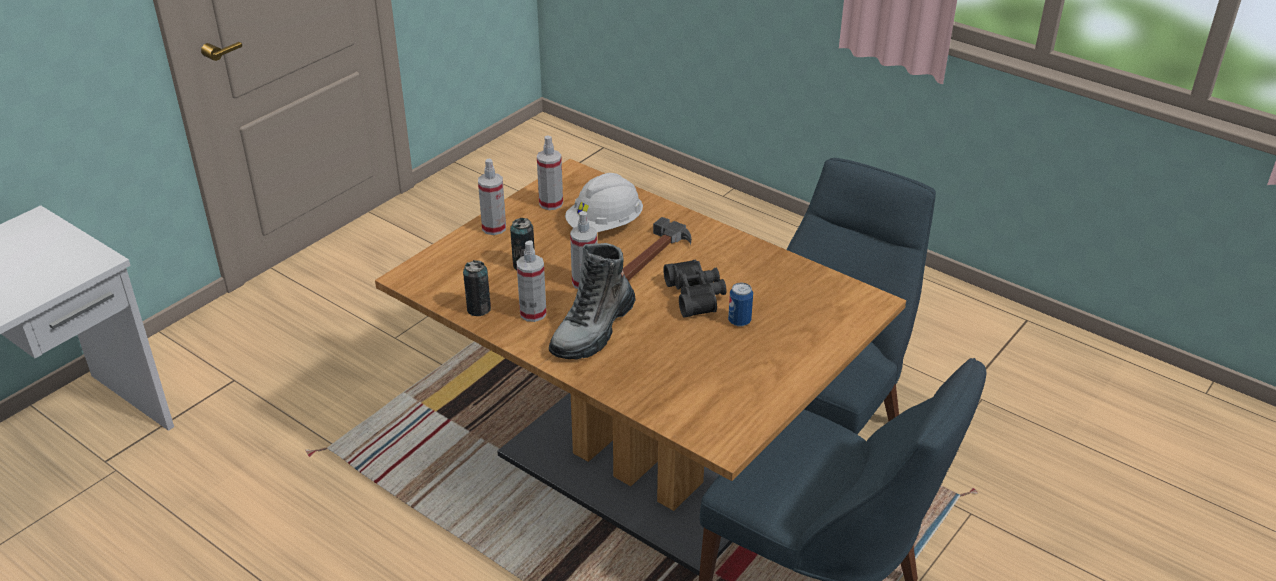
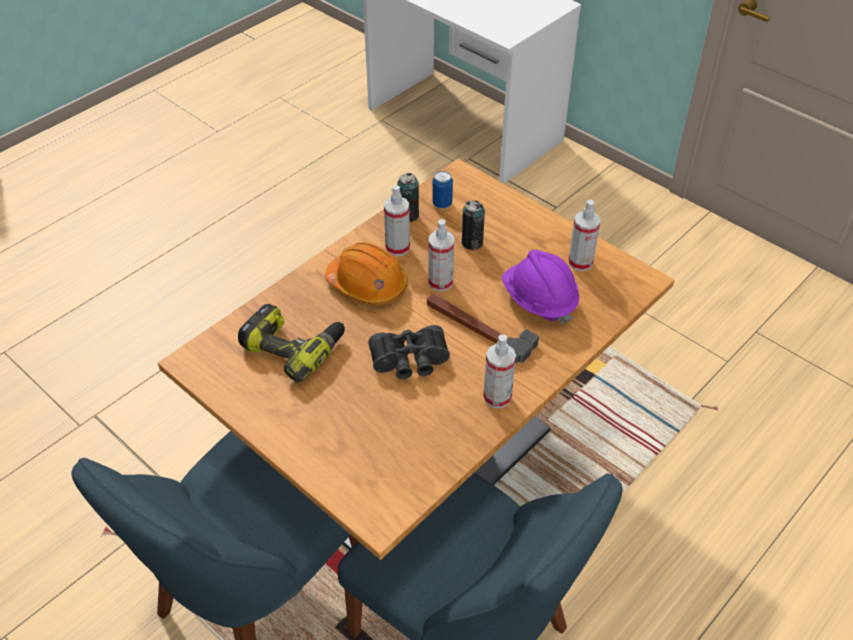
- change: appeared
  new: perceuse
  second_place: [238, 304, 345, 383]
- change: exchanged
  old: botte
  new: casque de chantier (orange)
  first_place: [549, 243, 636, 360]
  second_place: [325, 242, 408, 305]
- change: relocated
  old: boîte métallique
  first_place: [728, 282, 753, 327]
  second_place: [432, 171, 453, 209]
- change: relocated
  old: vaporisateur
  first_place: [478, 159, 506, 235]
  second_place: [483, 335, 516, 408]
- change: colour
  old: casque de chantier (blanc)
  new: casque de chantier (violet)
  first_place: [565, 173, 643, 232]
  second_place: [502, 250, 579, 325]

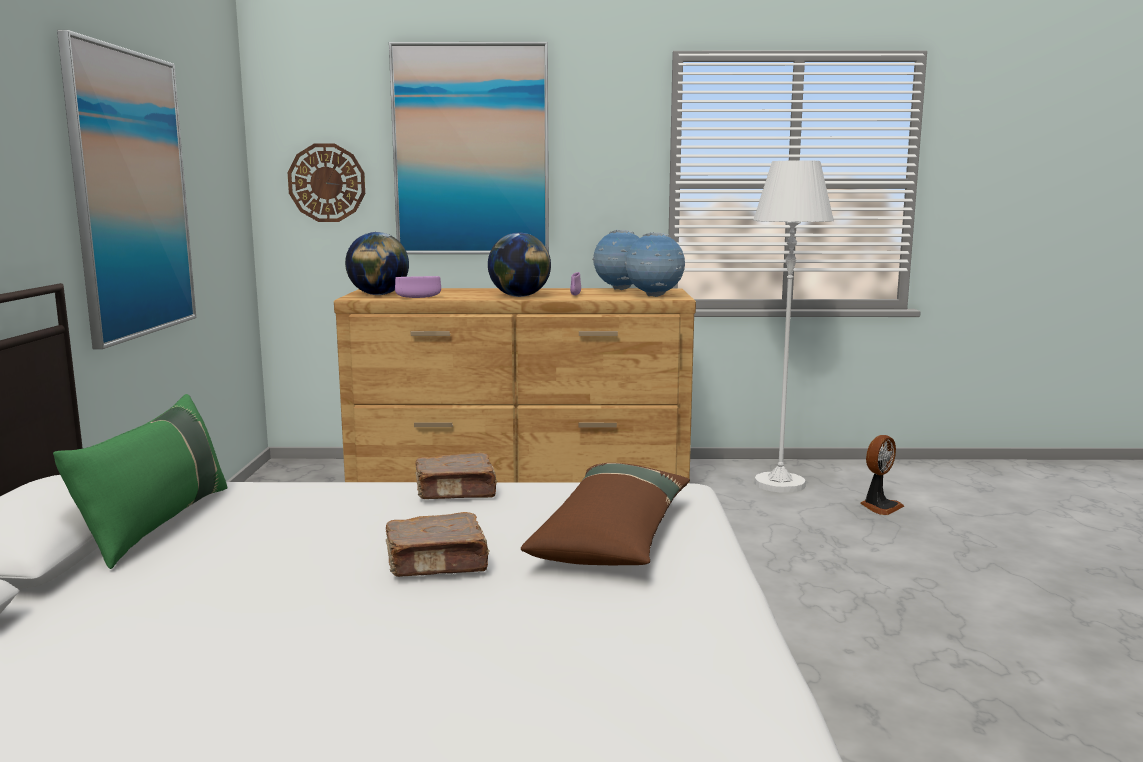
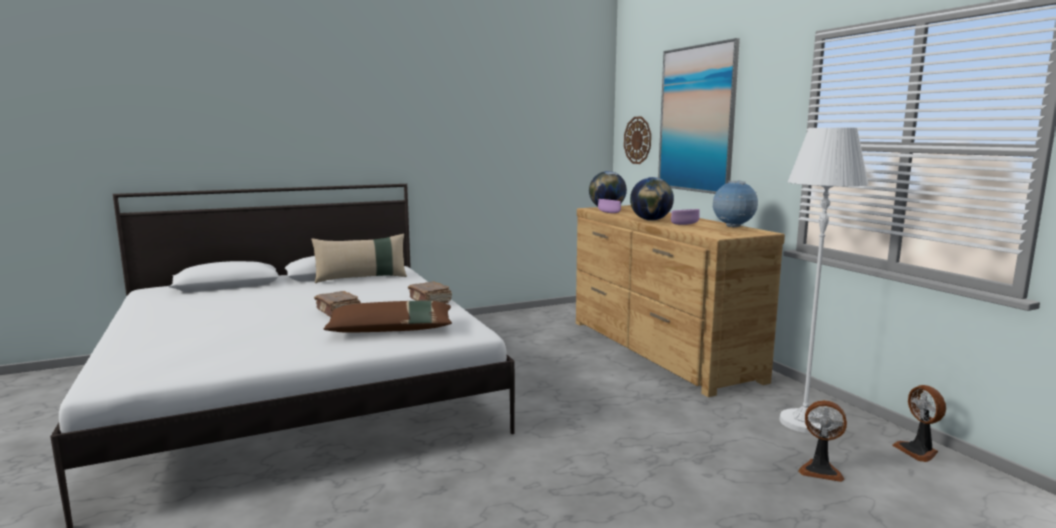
- change: colour
  old: coussin (vert)
  new: coussin (beige)
  first_place: [53, 394, 228, 569]
  second_place: [311, 234, 407, 283]
- change: appeared
  new: ventilateur
  second_place: [892, 385, 946, 462]
- change: missing
  old: tableau
  first_place: [57, 30, 196, 349]
- change: missing
  old: globe
  first_place: [624, 232, 685, 297]

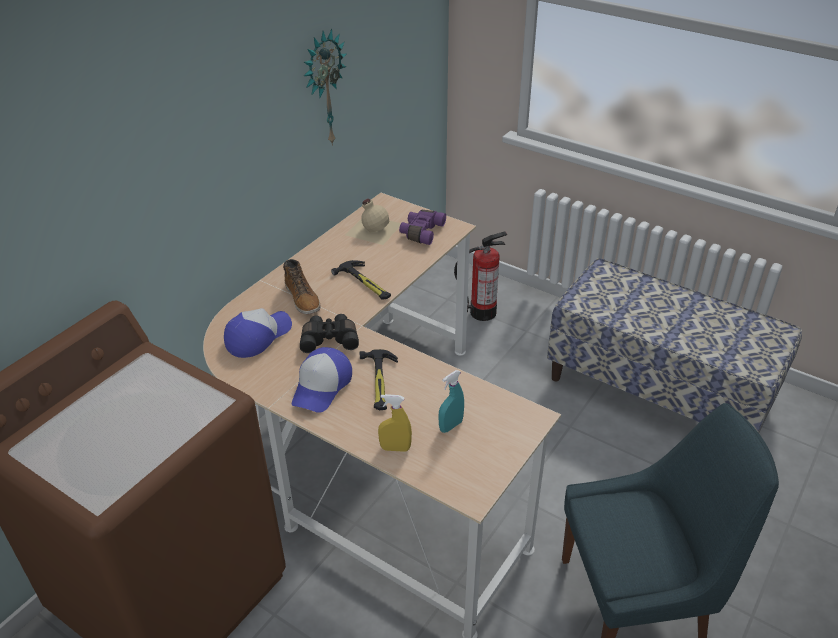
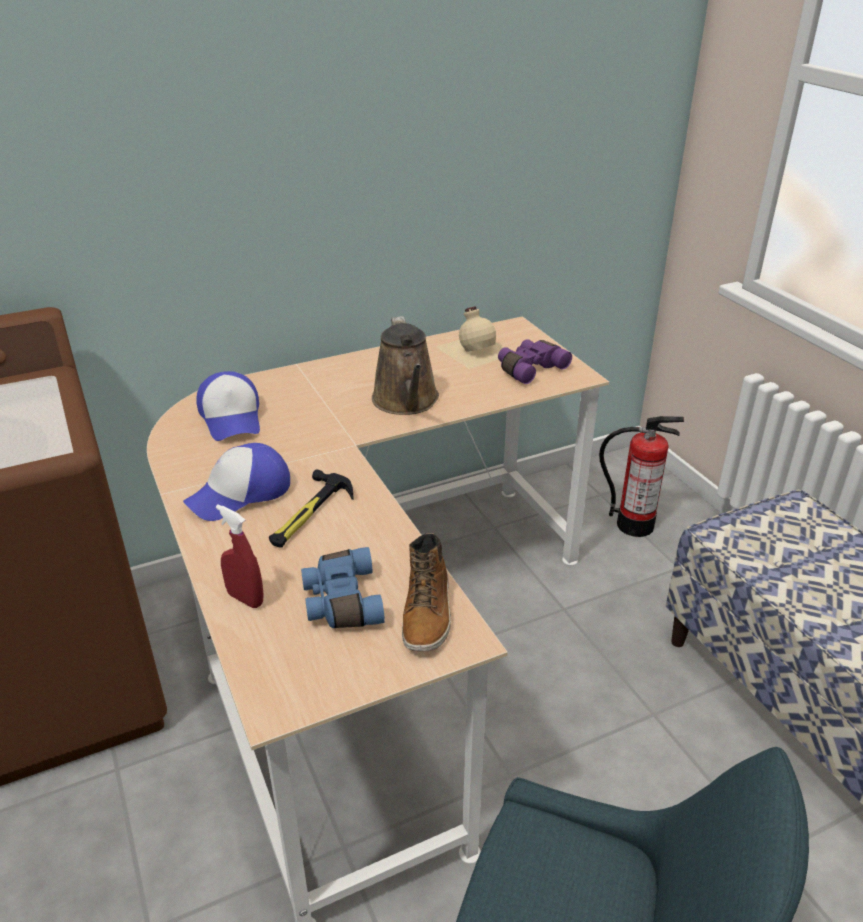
- change: spun
  old: casquette
  first_place: [224, 308, 292, 358]
  second_place: [196, 371, 260, 441]
  degrees: 90
- change: colour
  old: vaporisateur (jaune)
  new: vaporisateur (rouge)
  first_place: [378, 394, 412, 452]
  second_place: [216, 504, 264, 608]
- change: exchanged
  old: vaporisateur (turquoise)
  new: jumelles (bleu)
  first_place: [438, 370, 464, 433]
  second_place: [301, 547, 385, 628]
- change: exchanged
  old: marteau
  new: arrosoir (marron)
  first_place: [331, 260, 391, 299]
  second_place: [372, 316, 439, 415]
- change: relocated
  old: botte
  first_place: [283, 259, 320, 314]
  second_place: [402, 533, 451, 651]
- change: missing
  old: jumelles (noir)
  first_place: [300, 314, 359, 353]
- change: missing
  old: horloge murale
  first_place: [304, 29, 346, 146]

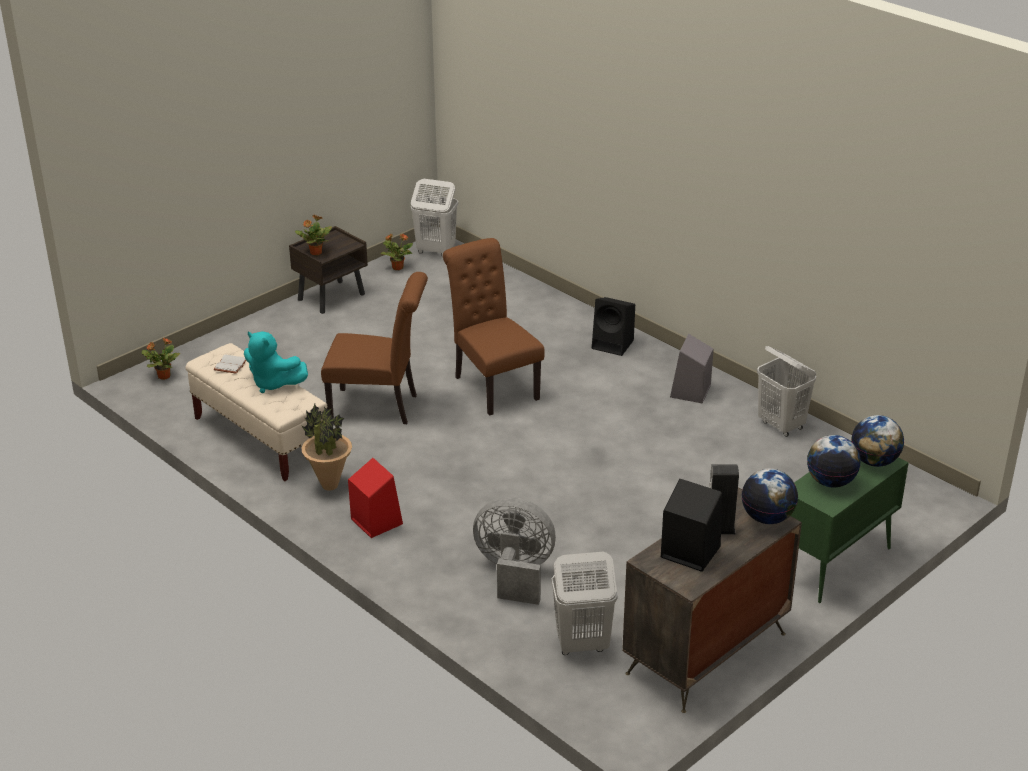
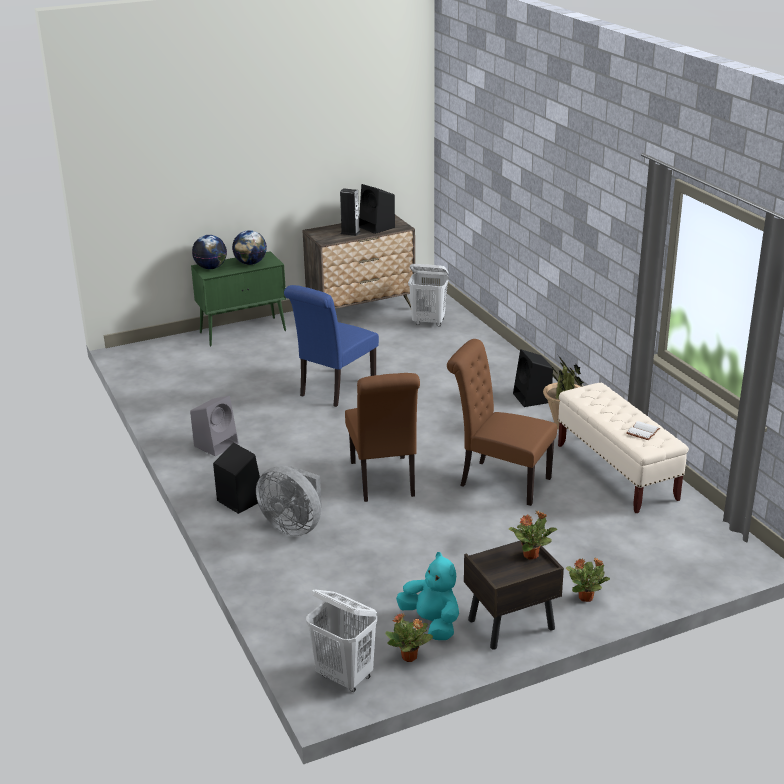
- change: relocated
  old: ventilateur (gris)
  first_place: [473, 497, 556, 605]
  second_place: [256, 466, 322, 536]
- change: appeared
  new: chaise (bleu)
  second_place: [284, 285, 379, 407]
- change: relocated
  old: peluche (turquoise)
  first_place: [244, 331, 308, 393]
  second_place: [396, 552, 459, 640]
- change: colour
  old: enceinte (rouge)
  new: enceinte (noir)
  first_place: [348, 458, 403, 538]
  second_place: [513, 349, 553, 407]
- change: relocated
  old: plante en pot
  first_place: [142, 338, 180, 380]
  second_place: [566, 557, 610, 602]
- change: missing
  old: globe
  first_place: [741, 469, 798, 524]
- change: missing
  old: panier à linge (blanc)
  first_place: [757, 346, 817, 437]

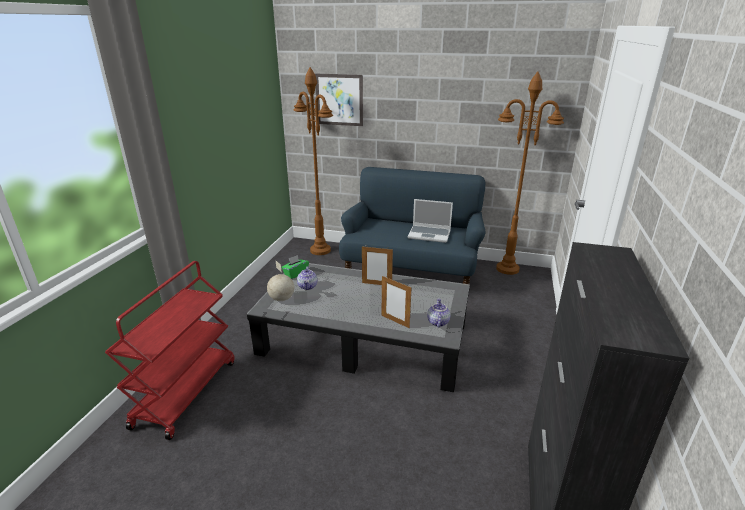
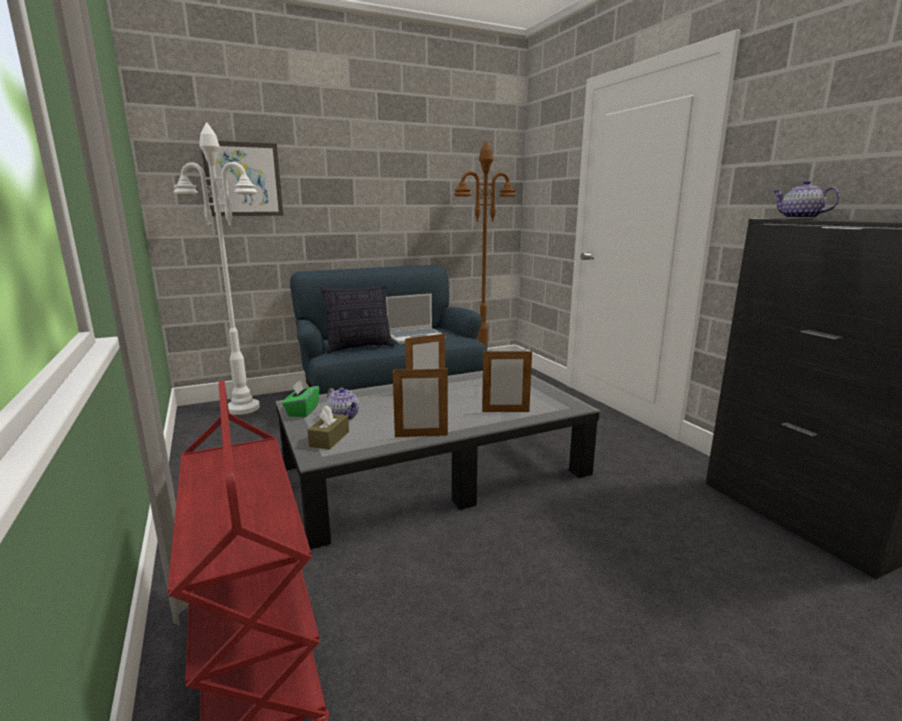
- change: colour
  old: lampadaire (marron)
  new: lampadaire (blanc)
  first_place: [294, 67, 333, 255]
  second_place: [174, 122, 260, 415]
- change: exchanged
  old: globe
  new: boîte à mouchoirs (marron)
  first_place: [267, 261, 294, 301]
  second_place: [307, 405, 349, 450]
- change: appeared
  new: coussin
  second_place: [320, 284, 394, 354]
- change: appeared
  new: cadre photo
  second_place: [393, 367, 448, 437]
- change: relocated
  old: théière
  first_place: [427, 298, 450, 328]
  second_place: [773, 180, 840, 219]

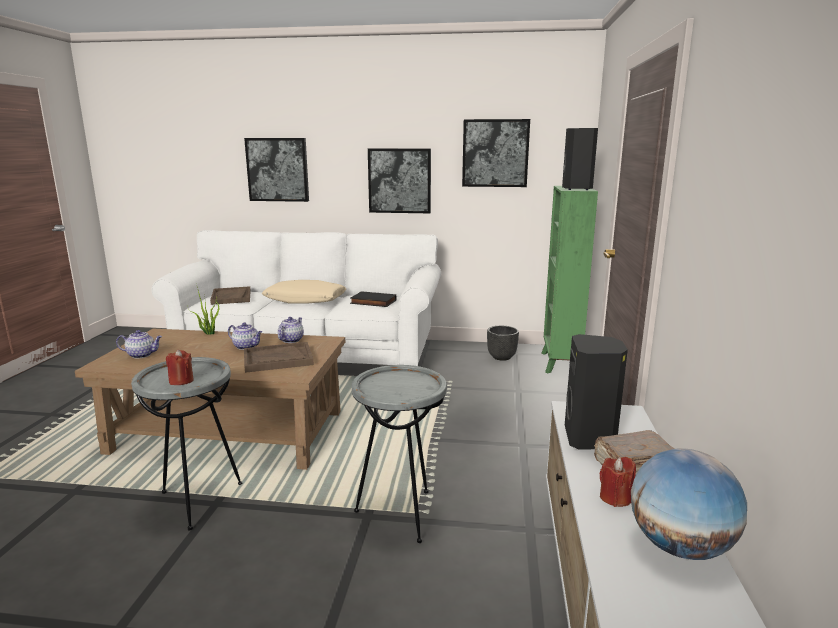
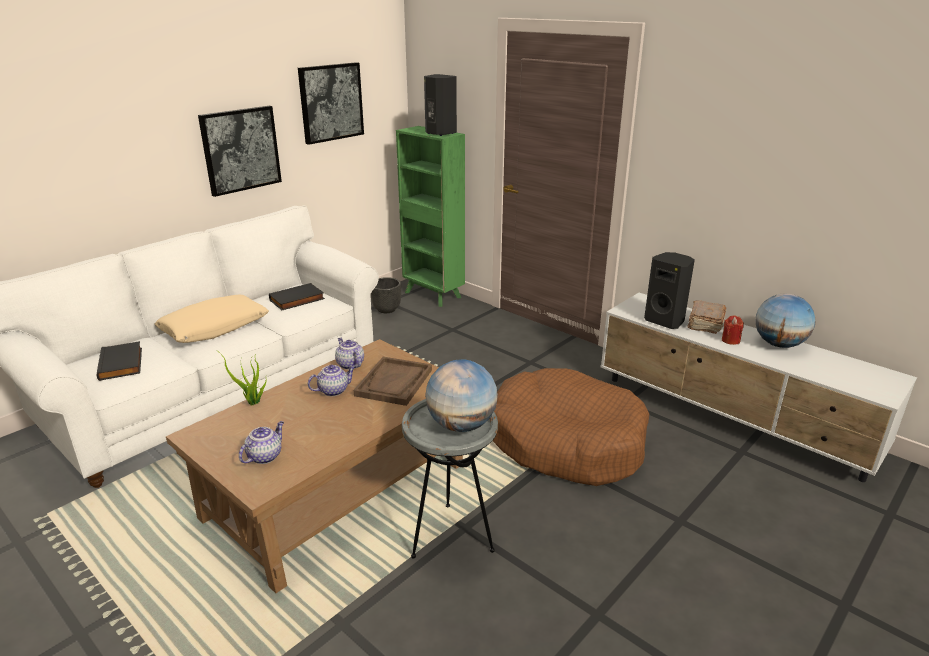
- change: exchanged
  old: plateau (marron)
  new: livre (noir)
  first_place: [210, 286, 251, 305]
  second_place: [97, 341, 142, 381]
- change: exchanged
  old: bougie (rouge)
  new: globe
  first_place: [166, 349, 194, 385]
  second_place: [425, 359, 498, 432]
- change: exchanged
  old: table d'appoint (gris)
  new: panier pour chien (marron)
  first_place: [352, 365, 447, 543]
  second_place: [493, 368, 649, 486]
- change: missing
  old: tableau
  first_place: [244, 138, 309, 202]

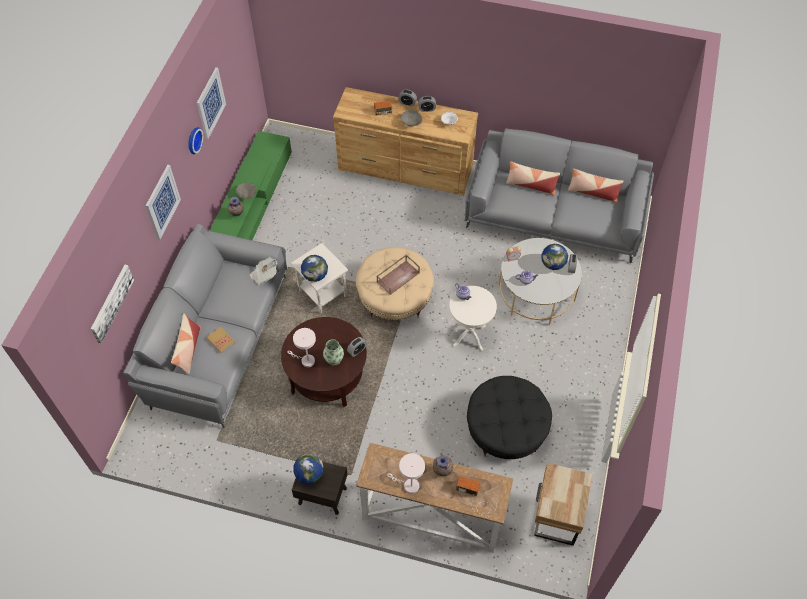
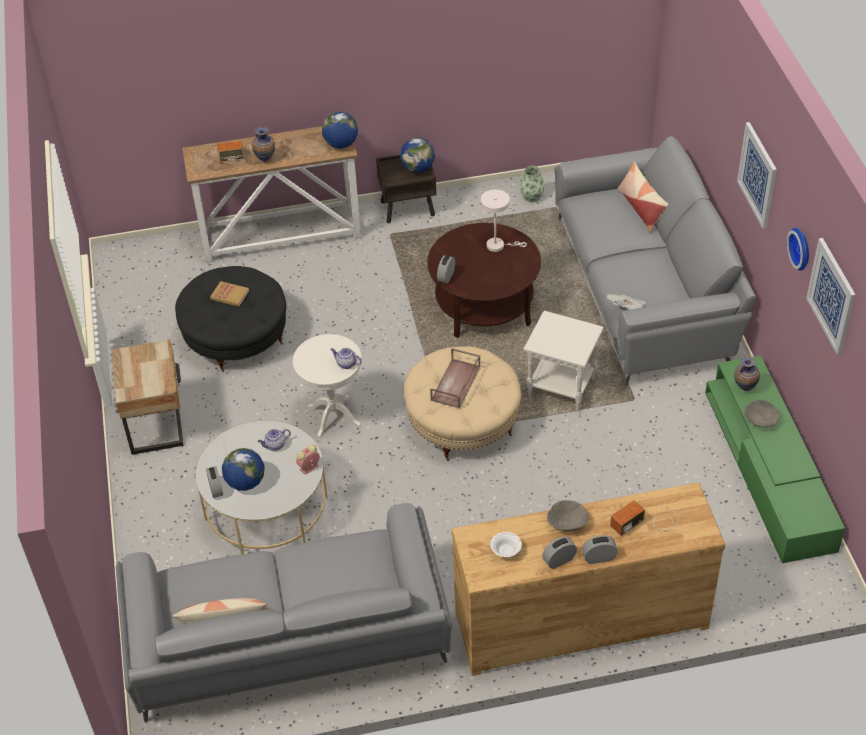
- change: relocated
  old: table de chevet (beige)
  first_place: [534, 463, 593, 546]
  second_place: [111, 339, 184, 455]
- change: relocated
  old: livre
  first_place: [207, 327, 235, 353]
  second_place: [210, 281, 249, 307]
- change: relocated
  old: globe
  first_place: [301, 255, 328, 282]
  second_place: [322, 112, 358, 149]
- change: relocated
  old: vase
  first_place: [323, 339, 344, 366]
  second_place: [520, 166, 545, 202]
- change: missing
  old: tableau
  first_place: [91, 265, 134, 343]
- change: missing
  old: lampe de table (blanc)
  first_place: [387, 453, 425, 494]
- change: missing
  old: coussin
  first_place: [506, 161, 560, 196]

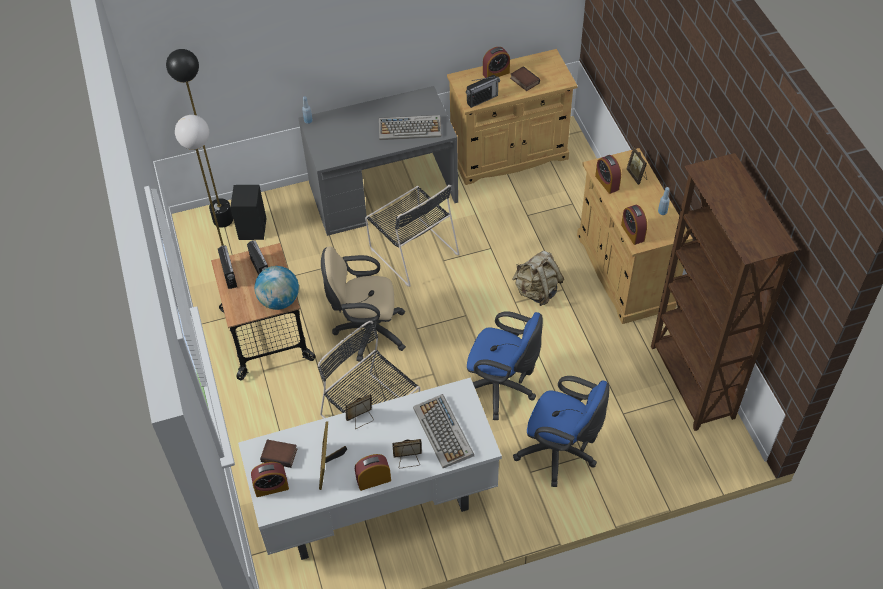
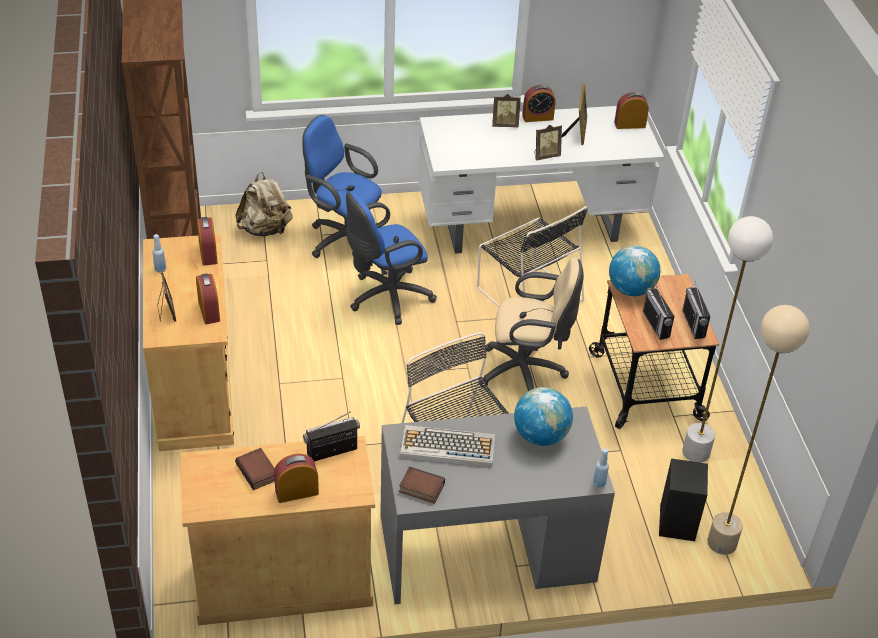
- change: relocated
  old: sac à dos (beige)
  first_place: [512, 251, 564, 306]
  second_place: [235, 172, 293, 236]
- change: spun
  old: chaise de bureau (bleu)
  first_place: [467, 311, 543, 420]
  second_place: [346, 191, 437, 325]
  degrees: -60
- change: relocated
  old: livre
  first_place: [260, 439, 297, 468]
  second_place: [399, 467, 445, 504]
- change: appeared
  new: globe
  second_place: [514, 387, 573, 446]
- change: colour
  old: lampadaire (noir)
  new: lampadaire (beige)
  first_place: [166, 49, 233, 228]
  second_place: [707, 305, 809, 555]
- change: missing
  old: clavier
  first_place: [413, 394, 474, 468]

